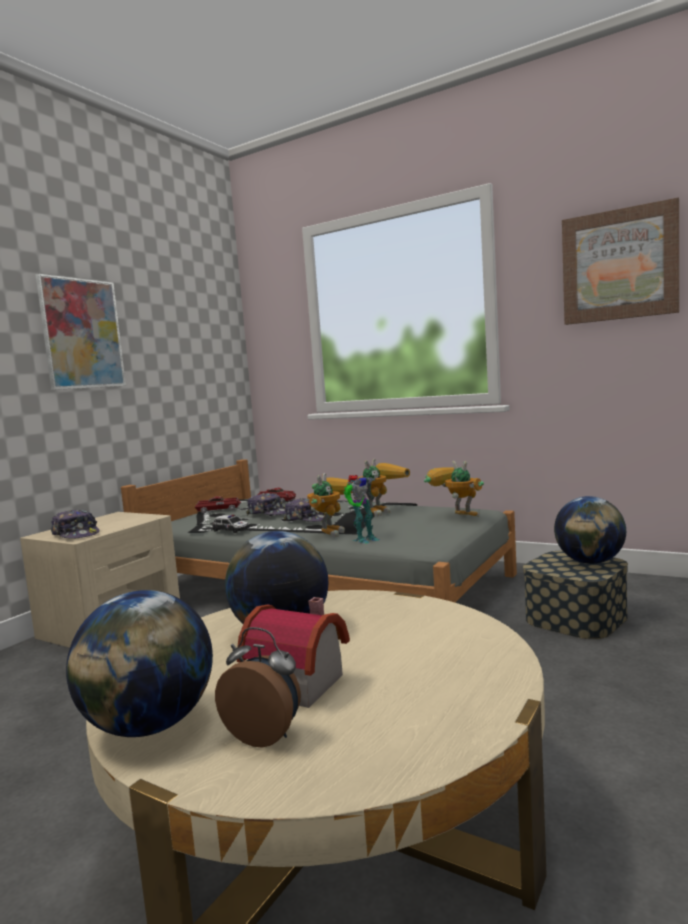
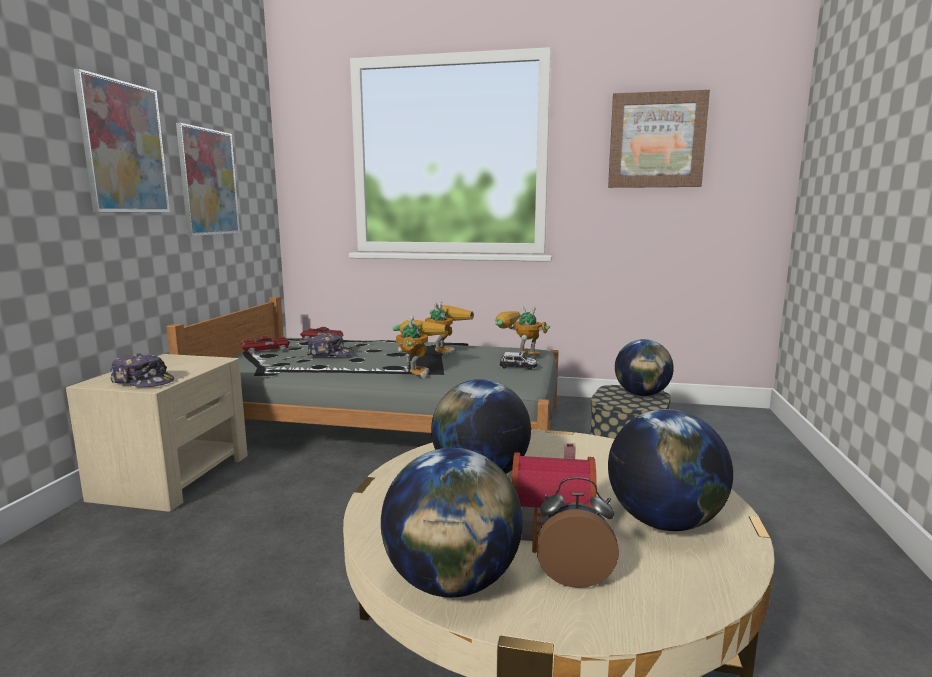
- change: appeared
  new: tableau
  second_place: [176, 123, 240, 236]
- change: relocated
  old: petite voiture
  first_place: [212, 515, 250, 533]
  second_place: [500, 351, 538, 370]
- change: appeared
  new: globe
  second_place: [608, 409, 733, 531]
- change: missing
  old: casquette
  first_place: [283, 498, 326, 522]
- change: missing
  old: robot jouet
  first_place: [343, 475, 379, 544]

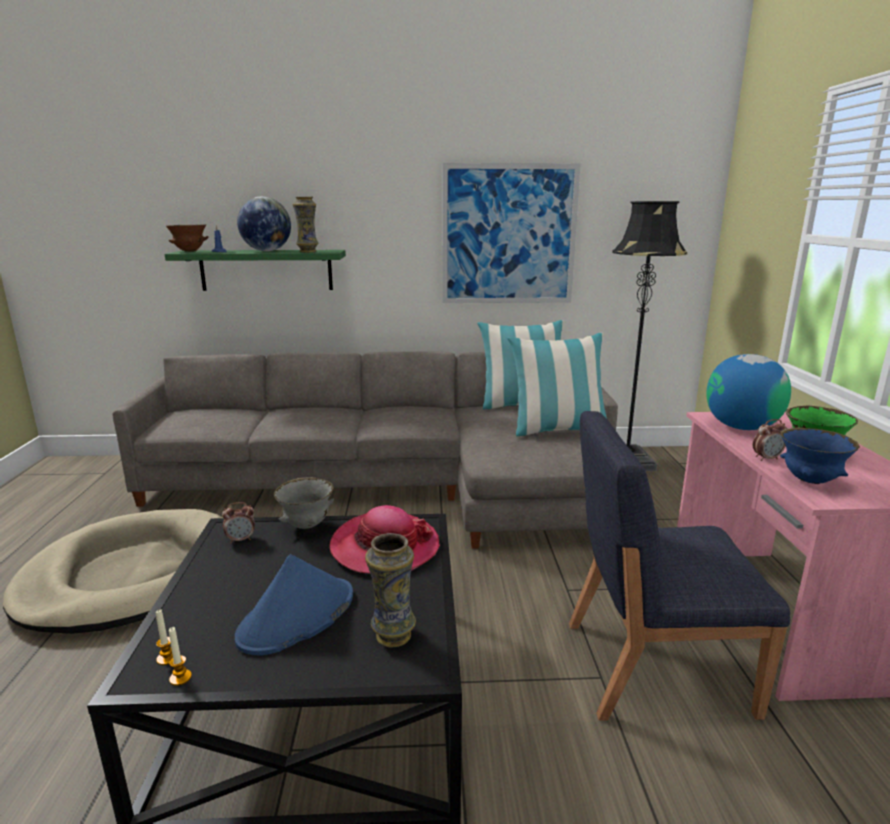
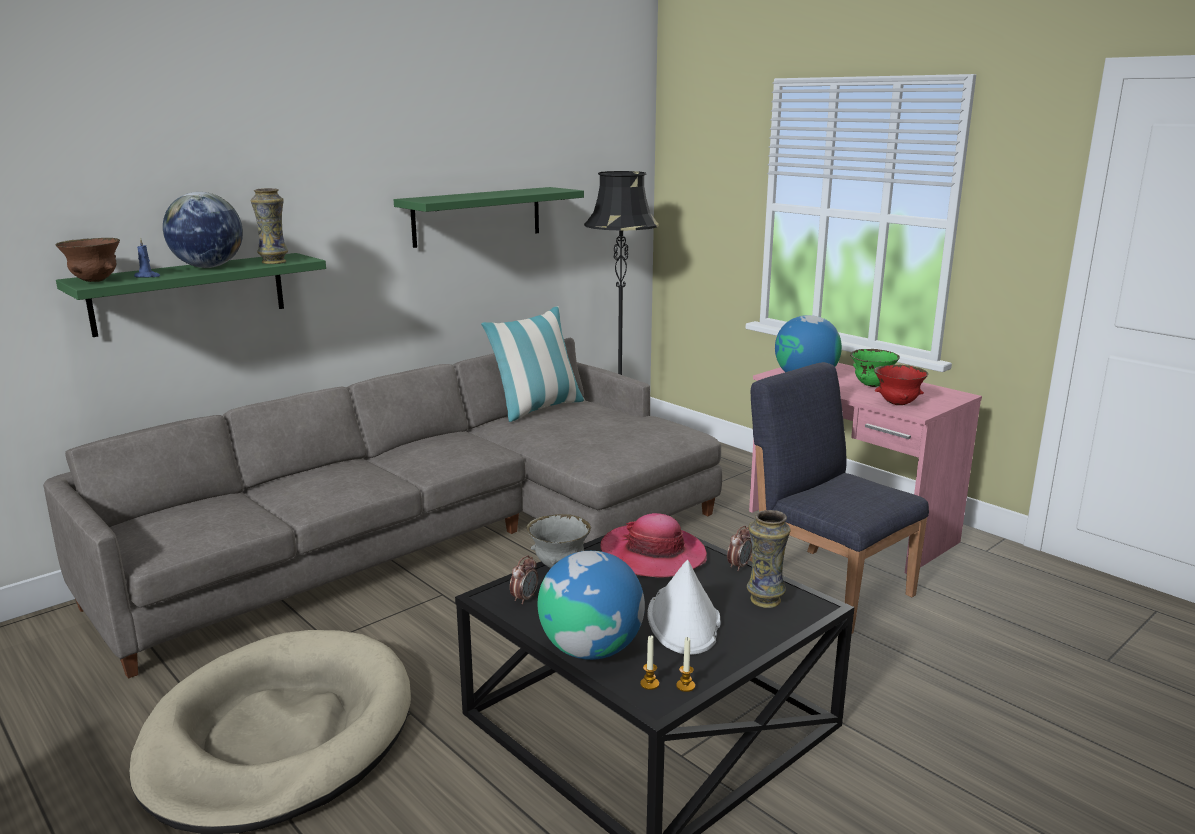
- change: exchanged
  old: tableau
  new: étagère (vert)
  first_place: [442, 163, 581, 303]
  second_place: [394, 187, 584, 248]
- change: appeared
  new: globe
  second_place: [538, 551, 645, 660]
- change: colour
  old: chapeau (bleu)
  new: chapeau (blanc)
  first_place: [235, 554, 353, 655]
  second_place: [647, 560, 720, 655]
- change: relocated
  old: réveil
  first_place: [753, 419, 787, 461]
  second_place: [727, 526, 752, 571]
- change: spun
  old: chaise (bleu)
  first_place: [569, 411, 790, 721]
  second_place: [750, 362, 929, 633]
  degrees: 90
- change: colour
  old: bol (bleu)
  new: bol (rouge)
  first_place: [780, 427, 860, 484]
  second_place: [874, 365, 928, 405]
- change: missing
  old: coussin
  first_place: [507, 333, 607, 436]

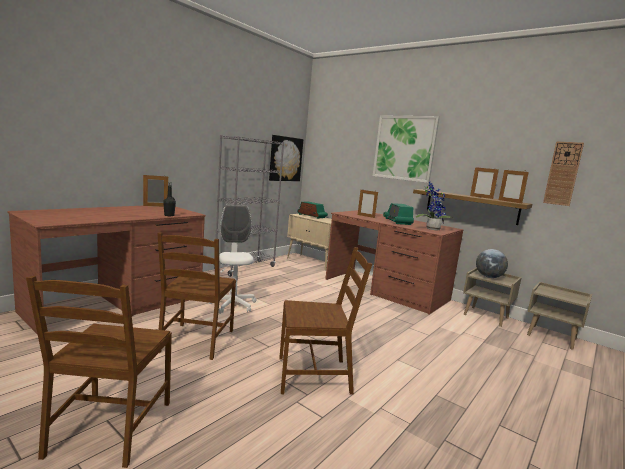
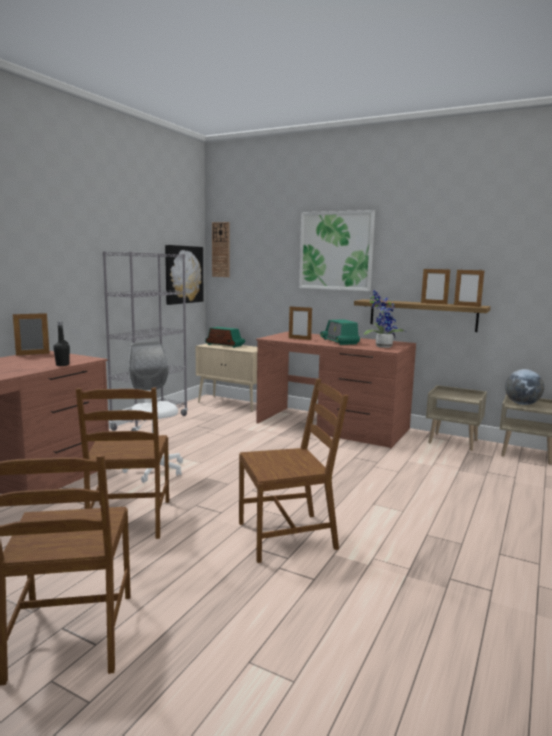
- change: relocated
  old: horloge murale
  first_place: [543, 141, 584, 206]
  second_place: [212, 222, 230, 277]
- change: relocated
  old: globe
  first_place: [476, 249, 508, 278]
  second_place: [505, 369, 544, 405]

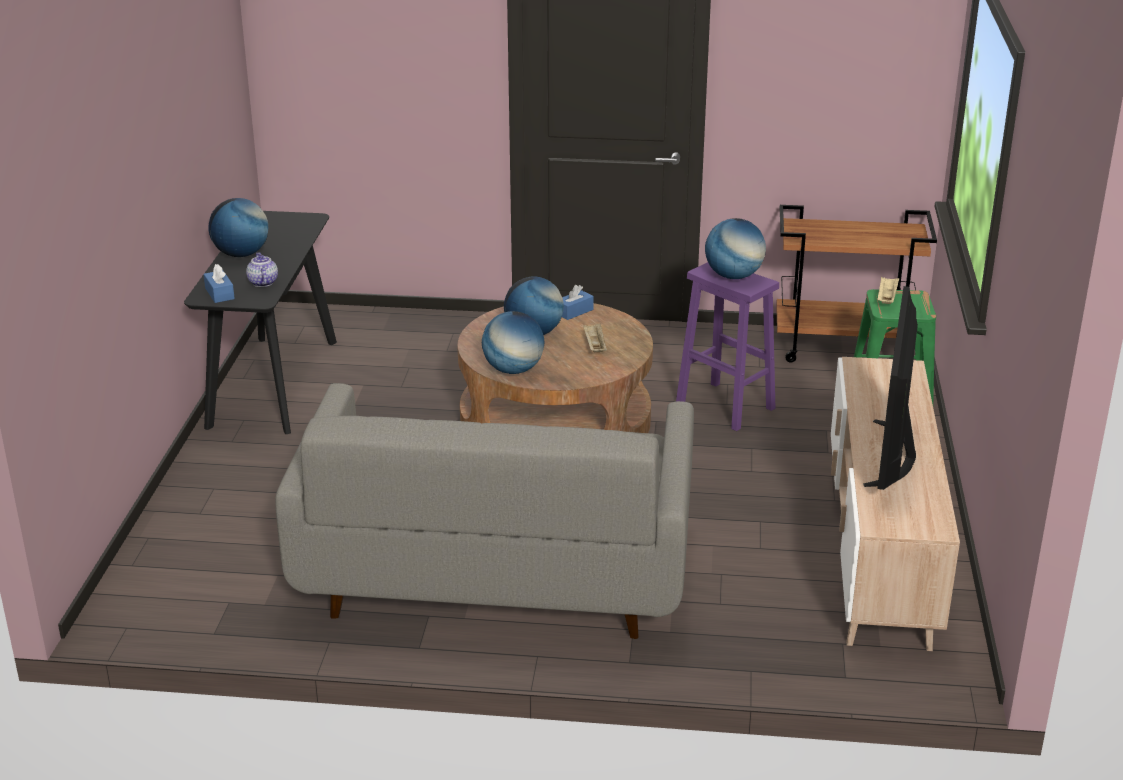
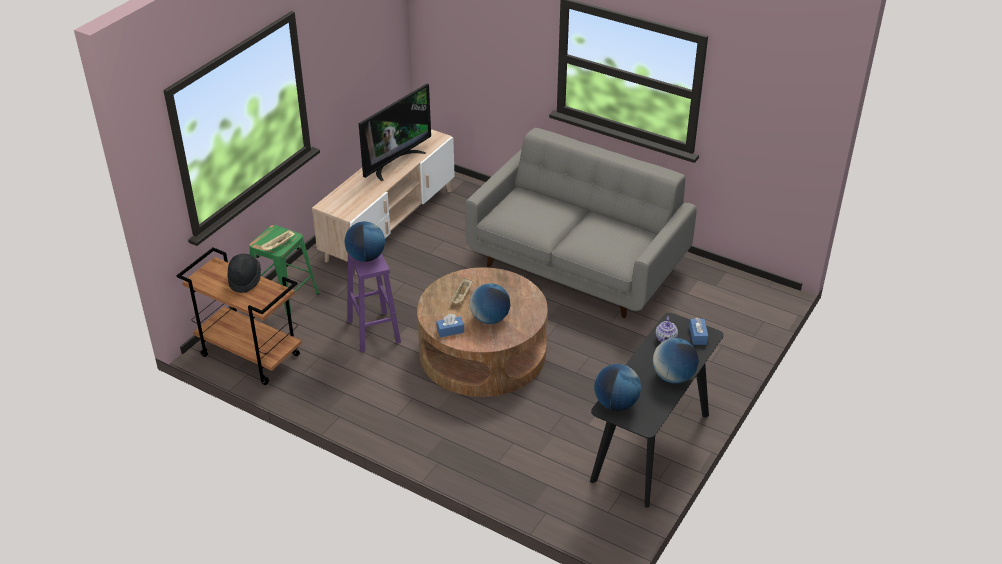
- change: appeared
  new: chapeau (noir)
  second_place: [227, 254, 261, 293]
- change: relocated
  old: globe
  first_place: [482, 311, 544, 374]
  second_place: [594, 364, 641, 411]

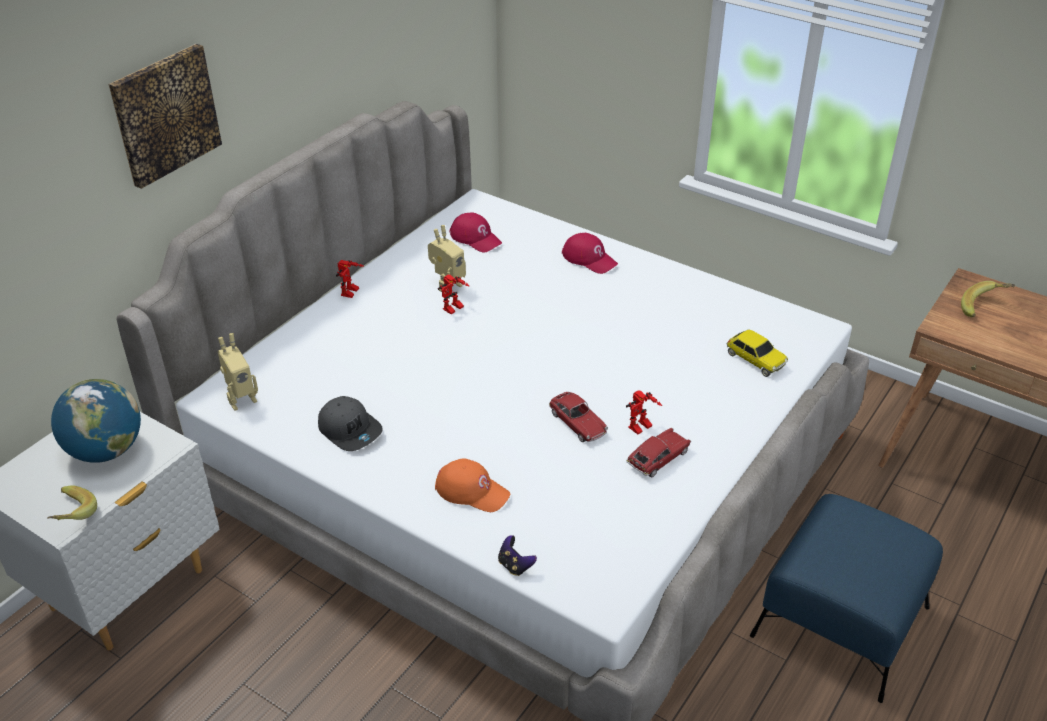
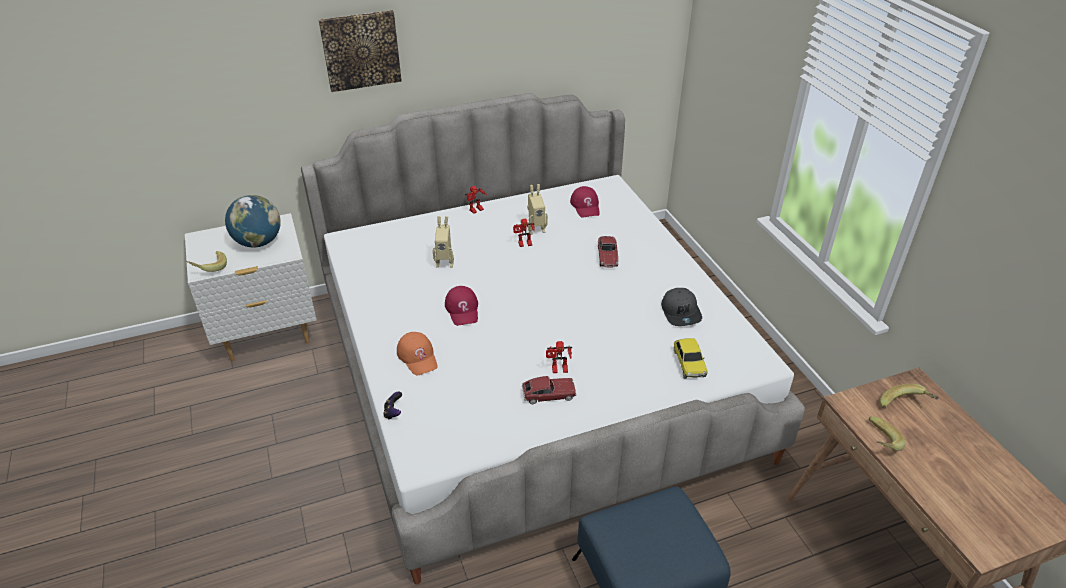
- change: relocated
  old: robot jouet
  first_place: [218, 333, 258, 411]
  second_place: [433, 216, 454, 268]
- change: relocated
  old: casquette (rouge)
  first_place: [562, 233, 618, 274]
  second_place: [445, 286, 478, 326]
- change: relocated
  old: petite voiture
  first_place: [549, 392, 608, 442]
  second_place: [598, 236, 618, 268]
- change: relocated
  old: casquette (gris)
  first_place: [318, 396, 383, 451]
  second_place: [661, 288, 702, 326]
- change: appeared
  new: banane
  second_place: [869, 416, 906, 451]

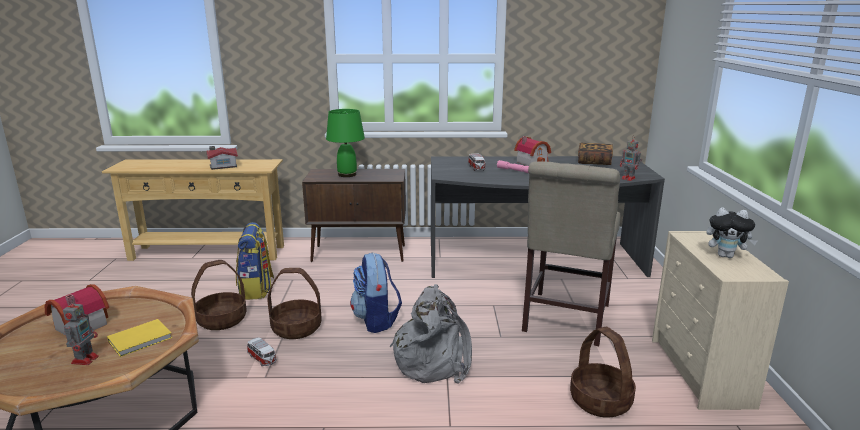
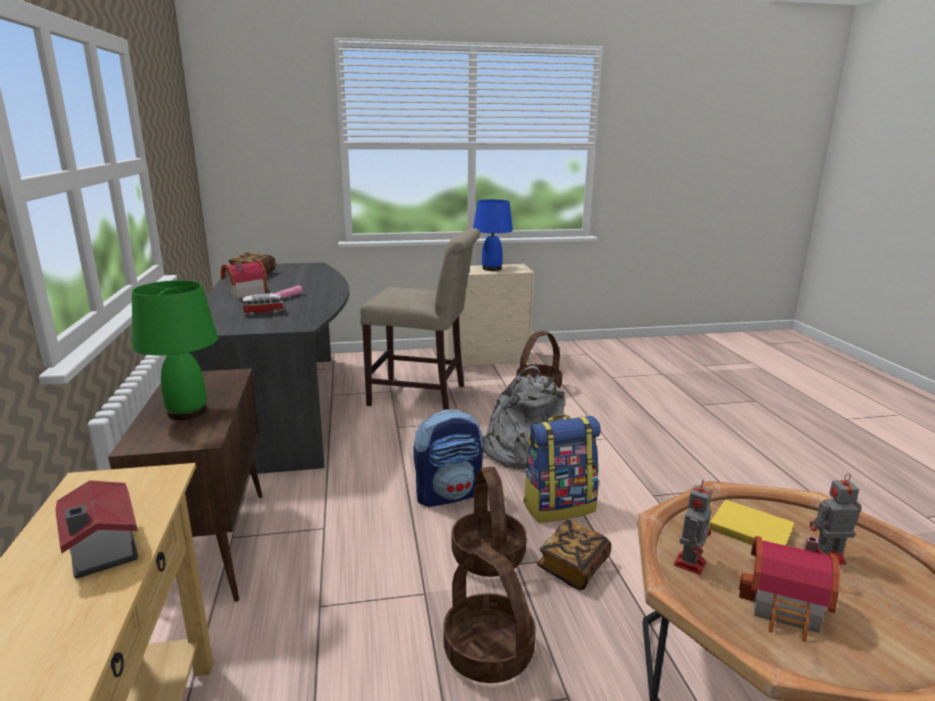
- change: exchanged
  old: peluche
  new: lampe de table (bleu)
  first_place: [707, 207, 757, 258]
  second_place: [473, 199, 513, 271]
- change: relocated
  old: sac à dos
  first_place: [236, 222, 274, 300]
  second_place: [523, 415, 601, 523]
- change: exchanged
  old: petite voiture
  new: livre
  first_place: [247, 337, 277, 366]
  second_place: [537, 520, 611, 590]
- change: relocated
  old: robot jouet
  first_place: [620, 136, 642, 181]
  second_place: [674, 480, 712, 575]

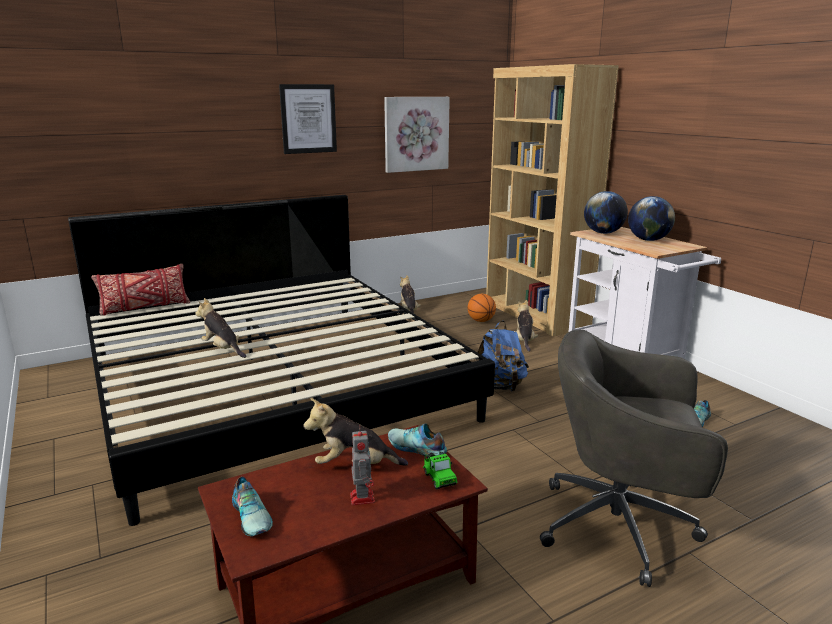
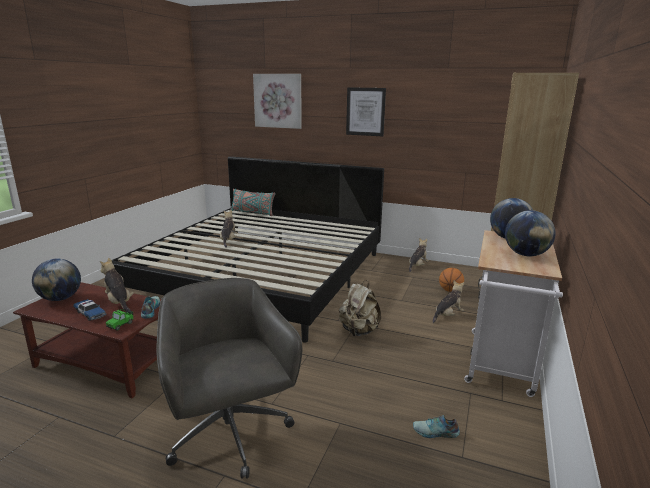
- change: exchanged
  old: chaussure
  new: globe
  first_place: [232, 477, 273, 536]
  second_place: [32, 259, 81, 301]
- change: exchanged
  old: robot jouet
  new: petite voiture
  first_place: [350, 425, 375, 505]
  second_place: [73, 299, 107, 321]
- change: colour
  old: coussin (rouge)
  new: coussin (turquoise)
  first_place: [91, 264, 190, 316]
  second_place: [231, 189, 275, 216]
- change: relocated
  old: tableau
  first_place: [384, 97, 450, 173]
  second_place: [253, 74, 302, 129]
- change: colour
  old: sac à dos (bleu)
  new: sac à dos (beige)
  first_place: [477, 321, 529, 392]
  second_place: [339, 281, 381, 336]

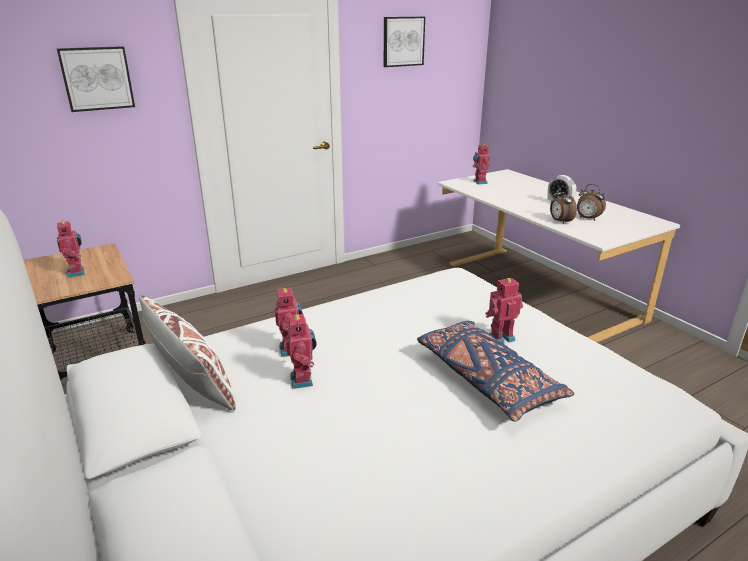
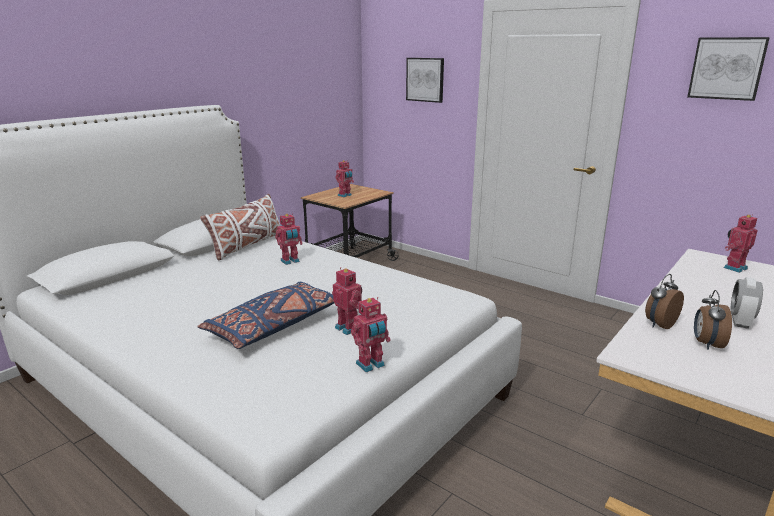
- change: relocated
  old: robot jouet
  first_place: [286, 312, 317, 389]
  second_place: [351, 297, 391, 372]

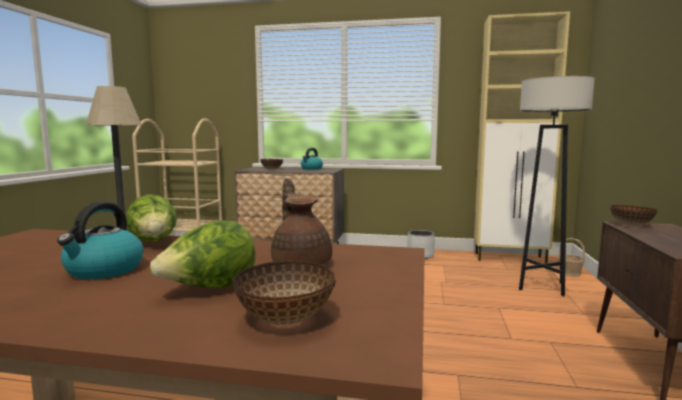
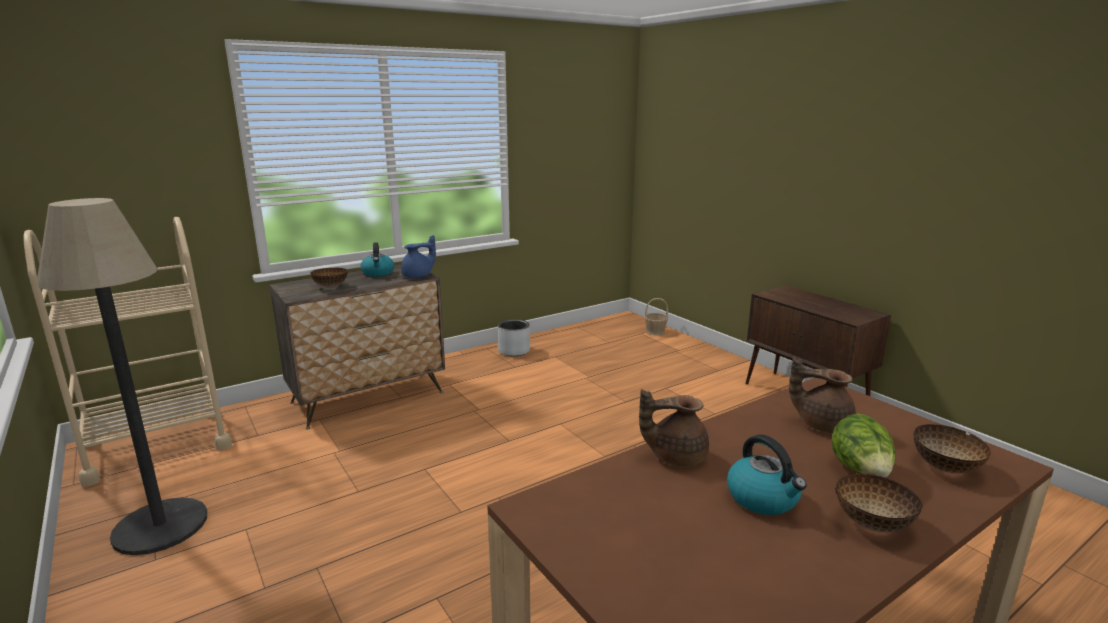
- change: appeared
  new: théière (bleu)
  second_place: [401, 235, 436, 278]
- change: exchanged
  old: laitue
  new: théière (marron)
  first_place: [126, 194, 177, 242]
  second_place: [639, 389, 709, 467]
- change: relocated
  old: bol
  first_place: [610, 205, 657, 226]
  second_place: [835, 473, 922, 532]
- change: missing
  old: meuble de rangement (beige)
  first_place: [474, 11, 570, 264]
- change: missing
  old: lampadaire (gris)
  first_place: [519, 76, 595, 296]

